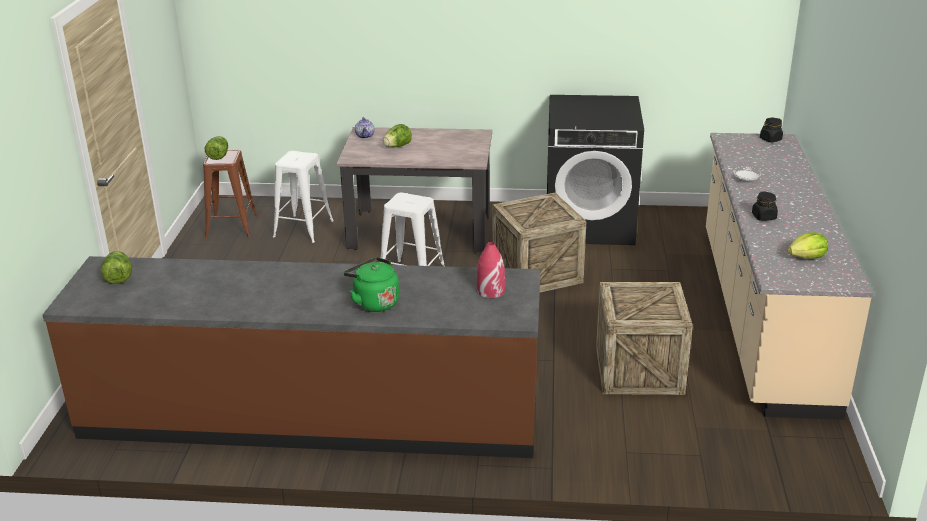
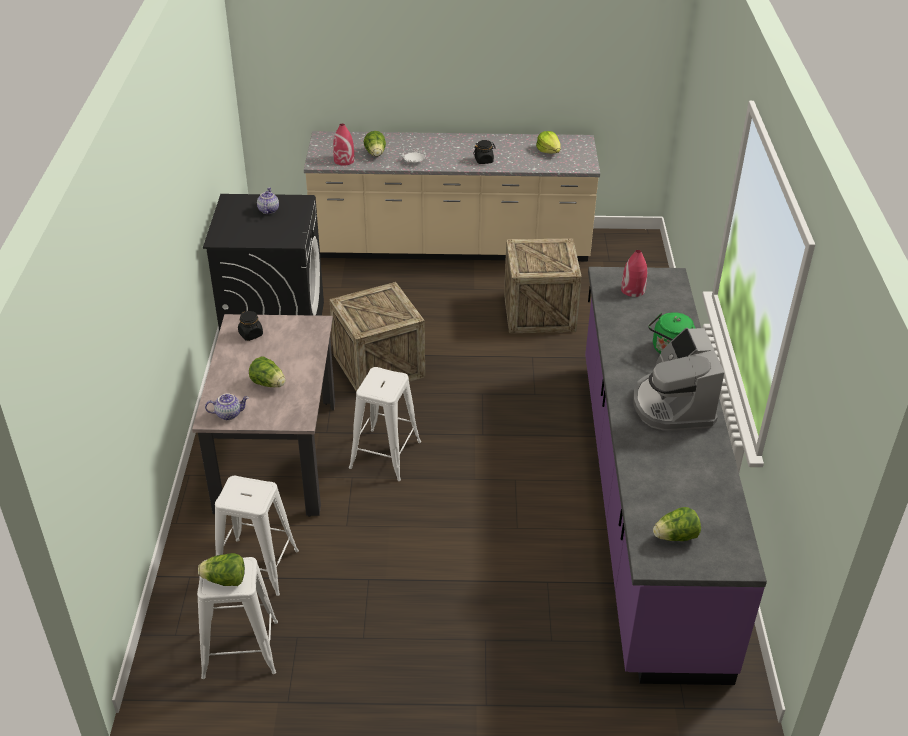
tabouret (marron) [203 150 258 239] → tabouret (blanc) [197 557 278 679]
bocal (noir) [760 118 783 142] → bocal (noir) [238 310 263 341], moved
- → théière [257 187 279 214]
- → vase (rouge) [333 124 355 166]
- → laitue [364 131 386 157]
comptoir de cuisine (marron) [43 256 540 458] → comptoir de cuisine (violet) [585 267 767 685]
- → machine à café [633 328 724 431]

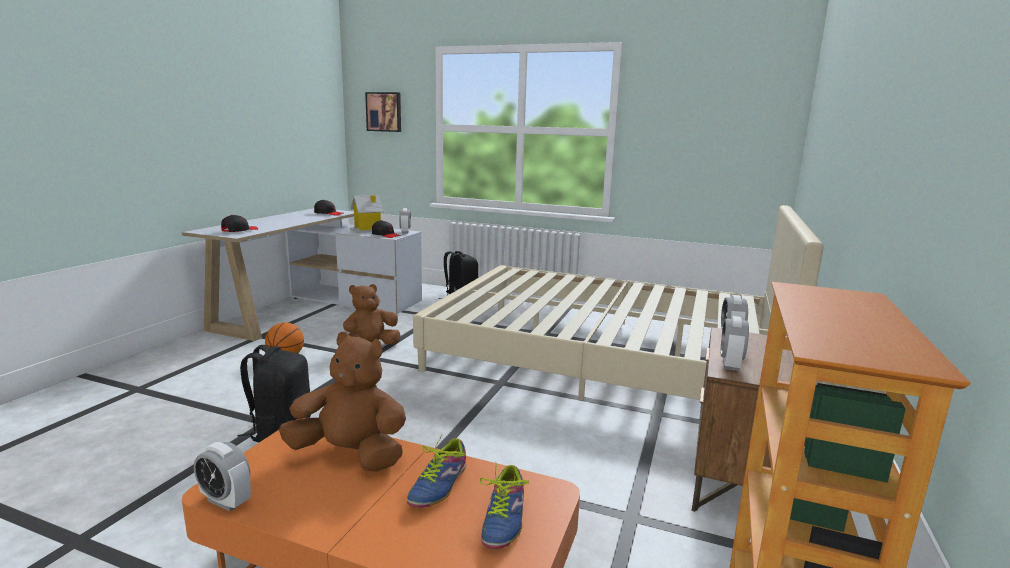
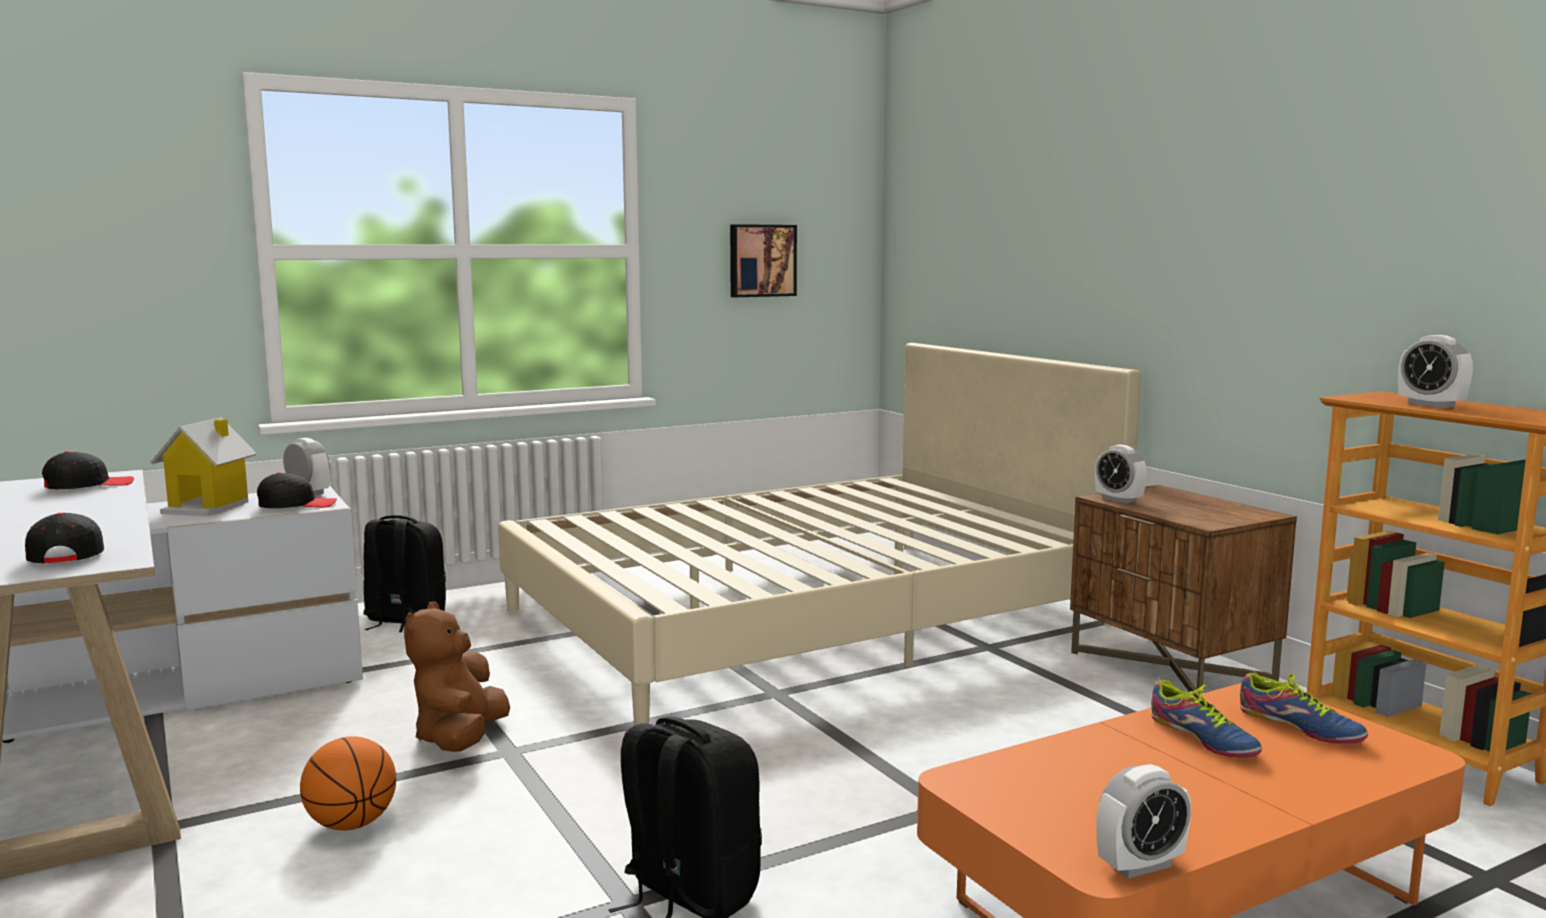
tableau [365 92 401 132] → tableau [730 224 797 297], moved
réveil [721 316 749 371] → réveil [1398 335 1473 408], moved
peluche (marron) [279 331 406 472] → -

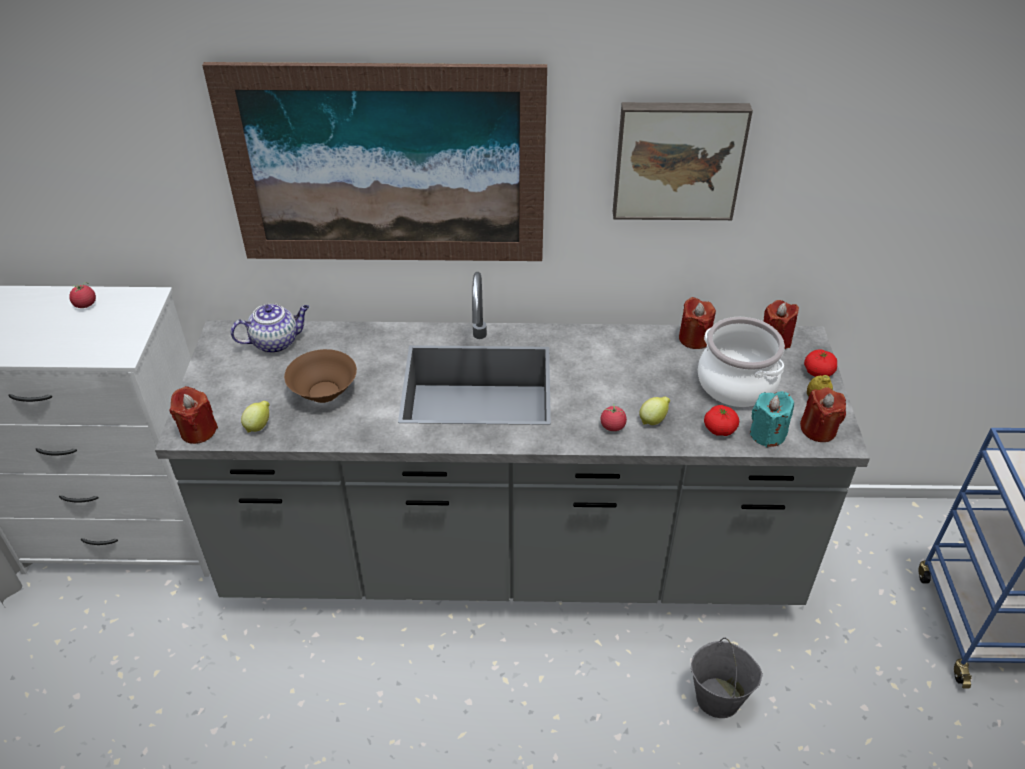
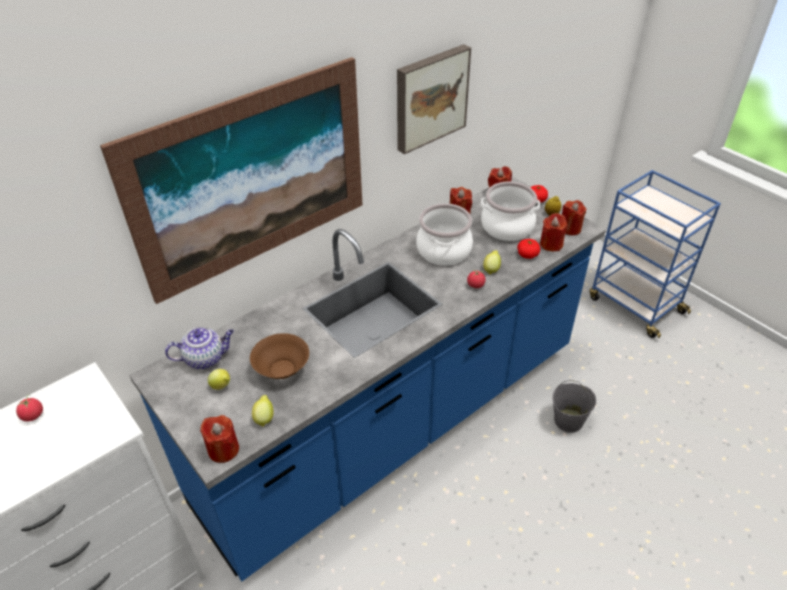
comptoir de cuisine (gris) [155 272 870 605] → comptoir de cuisine (bleu) [129 176 606 581]
théière [231 303 309 353] → théière [165 327 234 370], 45 degrees clockwise
- → citron [208 369 230 390]
- → marmite [416 203 473 266]
bougie (turquoise) [750 391 794 447] → bougie (rouge) [540 213 567 251]

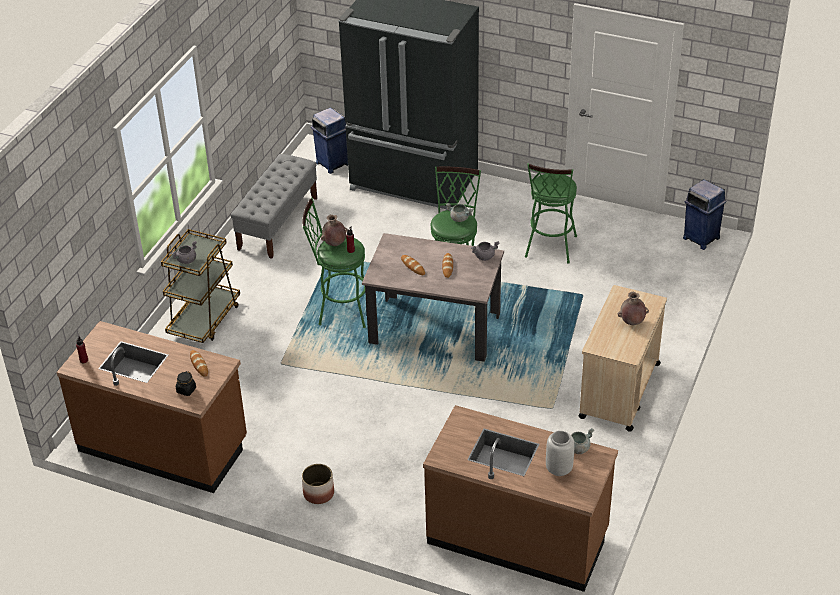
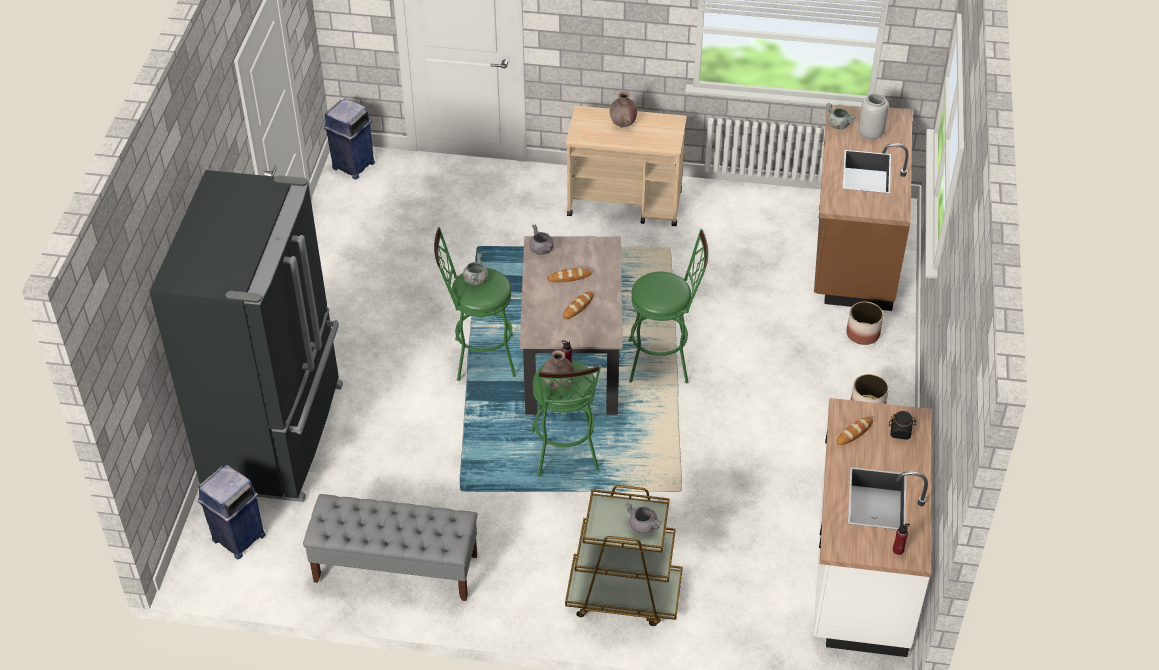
tabouret (vert) [525 164 577 264] → tabouret (vert) [628 229 708 383], moved
comptoir de cuisine (marron) [56 321 247 493] → comptoir de cuisine (blanc) [813 398 931 657]
- → cache-pot [846 302 883 345]

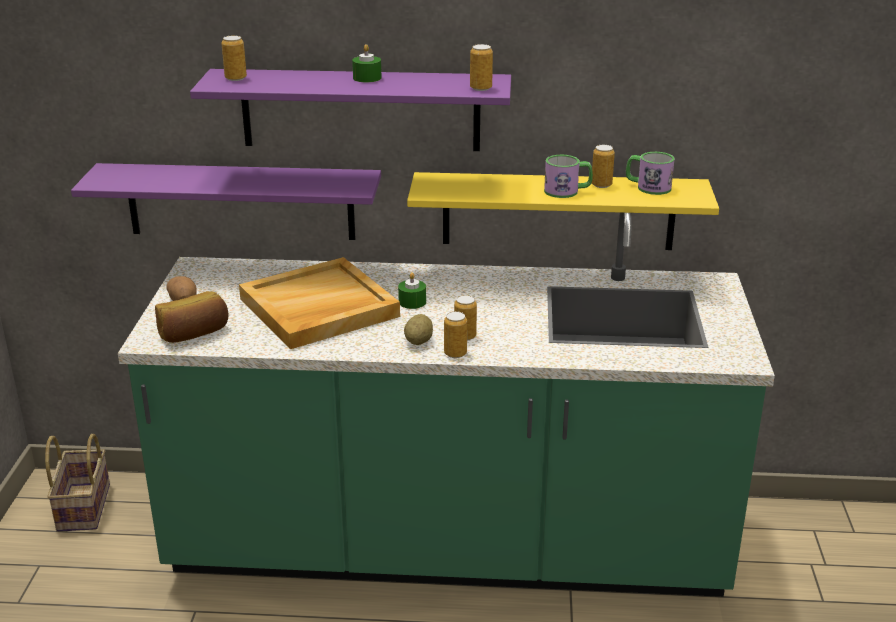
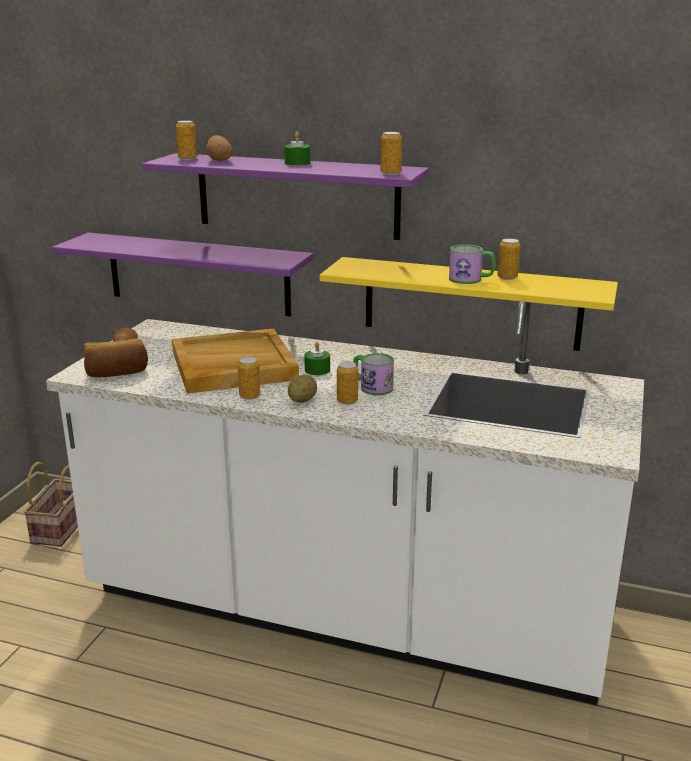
comptoir de cuisine (vert) [118 213 775 597] → comptoir de cuisine (blanc) [46 301 644 705]
- → pomme de terre [206 135 233 161]
boîte métallique [444 311 467 358] → boîte métallique [238 357 260 400], moved
mug [626 152 675 195] → mug [353 353 394 395], moved

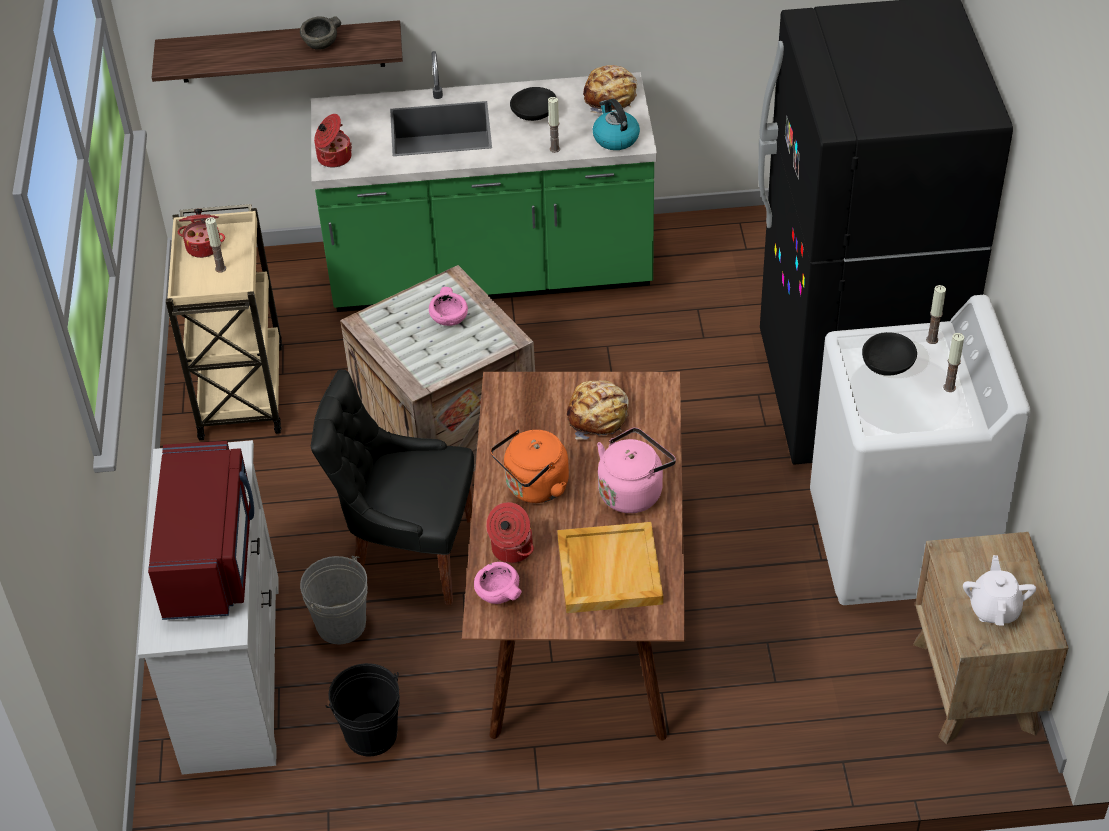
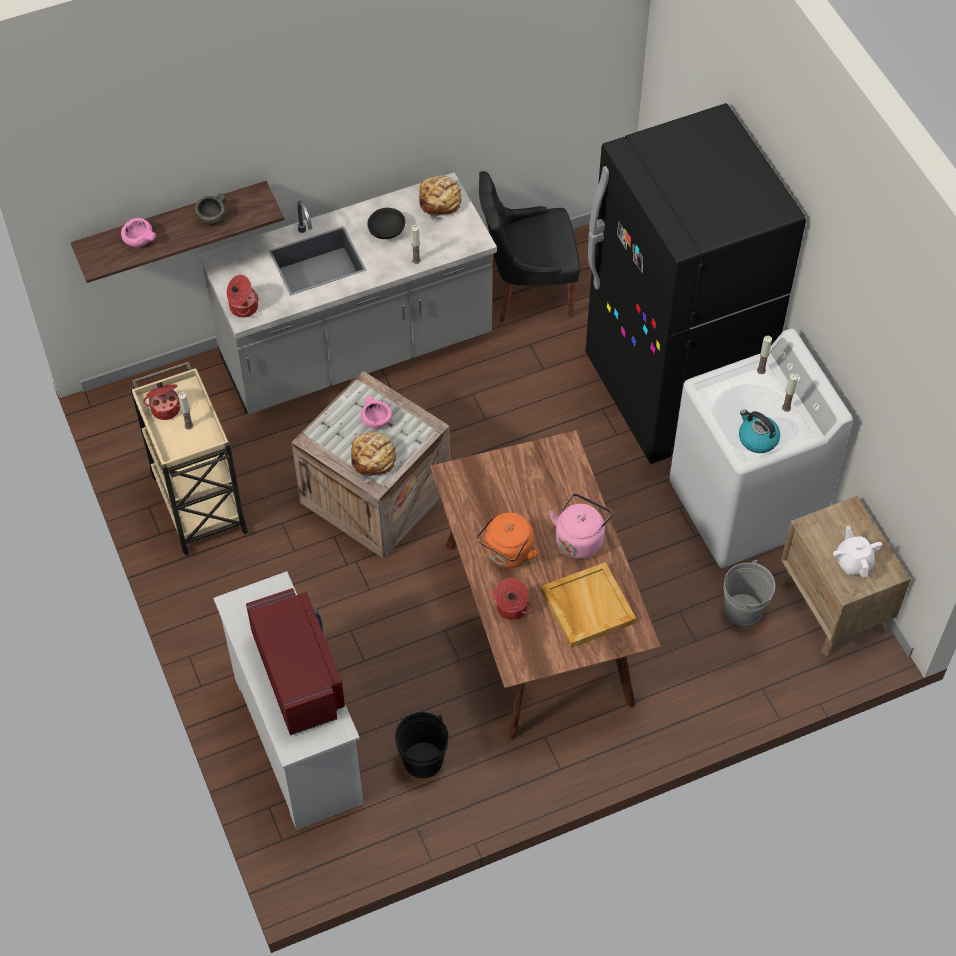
bol (rose) [474 562 522 604] → bol (rose) [121 218 156 247], moved
comptoir de cuisine (vert) [311 51 657 312] → comptoir de cuisine (gris) [199 172 497 414]
pain [567 380 629 440] → pain [351 432 396 482], moved
chaise (noir) [311 370 474 605] → chaise (noir) [479 171 580 323], moved
seau (gris) [300 556 368 644] → seau (gris) [724 560 775 627], moved
bouilloire [593 99 640 150] → bouilloire [739 409 780 453], moved
bol (noir) [862 332 917 376] → -

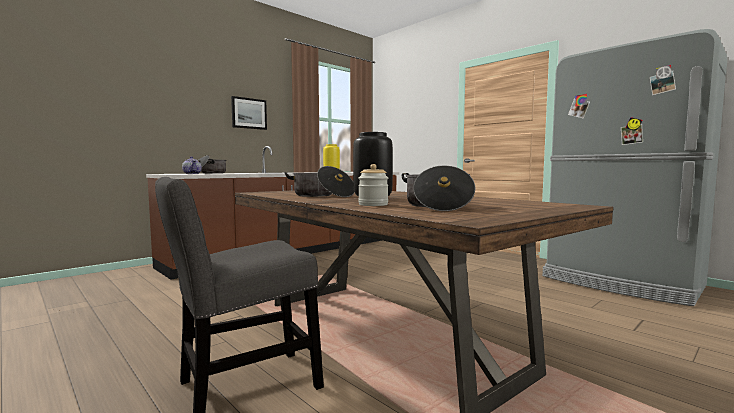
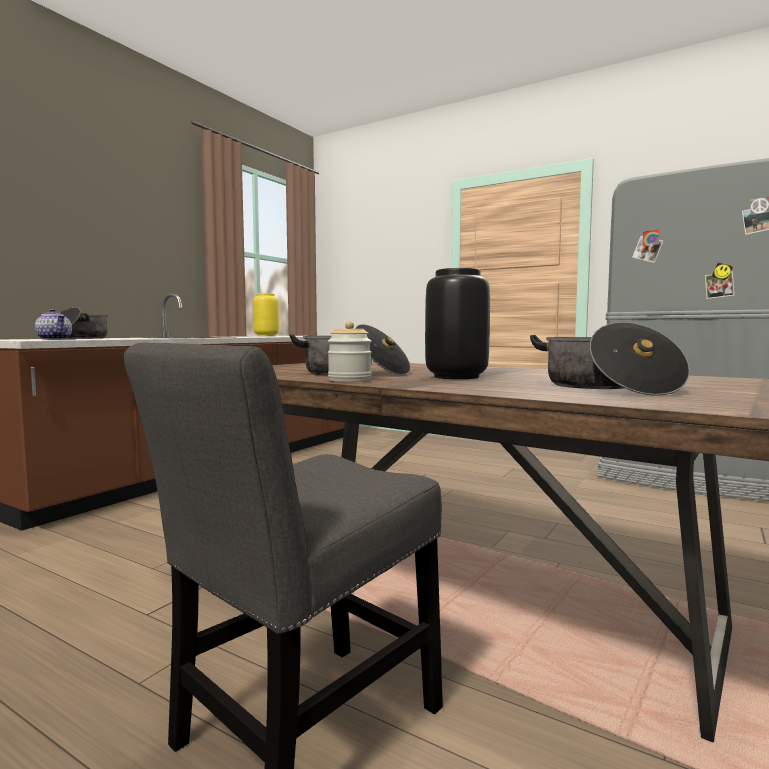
bocal [358 164 388 206] → bocal [328 321 372 382], moved
tableau [231 96 267 130] → -

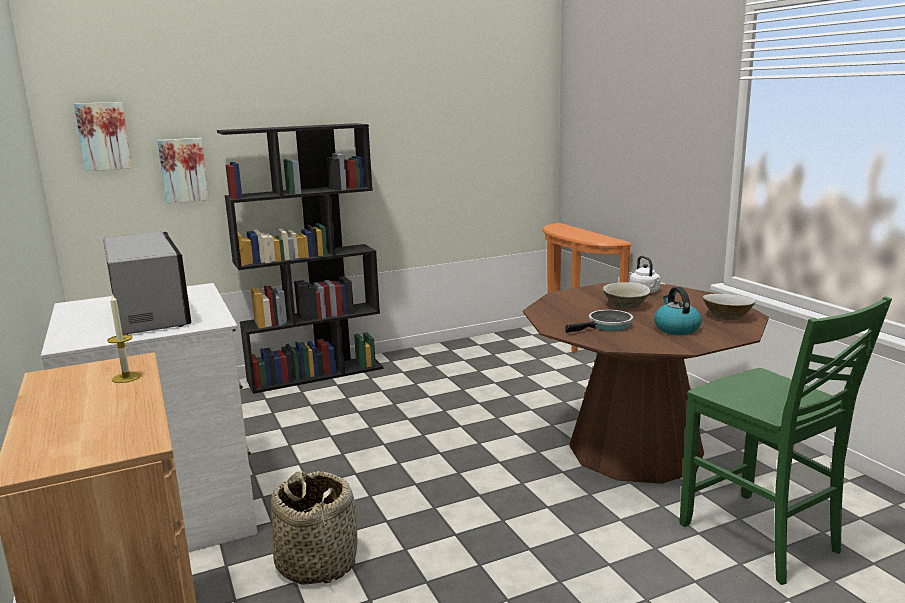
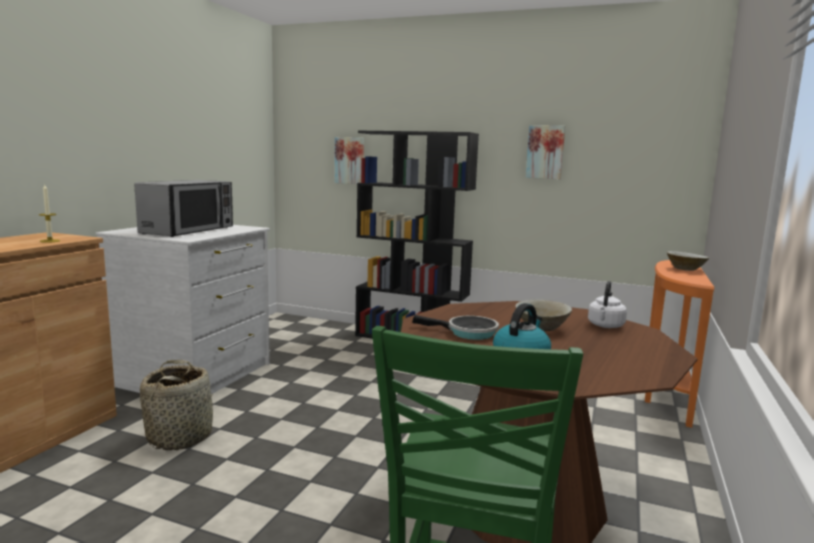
tableau [74 102 132 171] → tableau [526 125 565 179], moved
bol (beige) [703 294 756 320] → bol (beige) [667 251 709 271], moved

